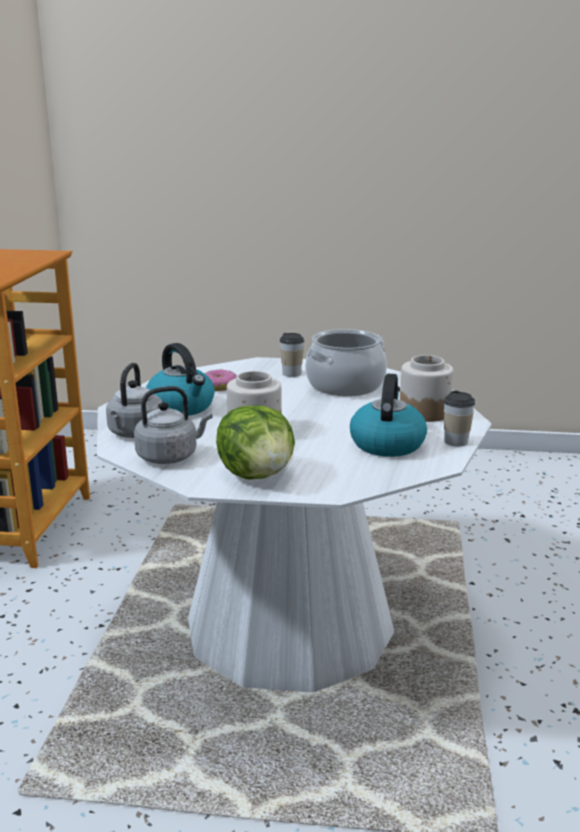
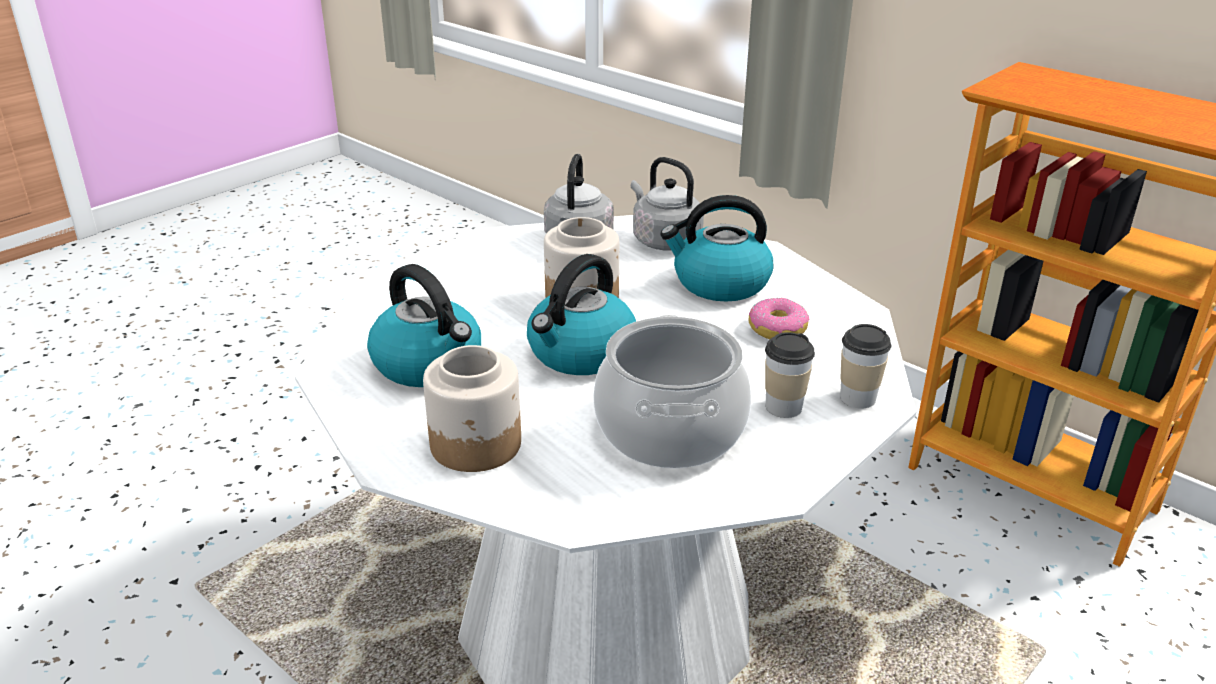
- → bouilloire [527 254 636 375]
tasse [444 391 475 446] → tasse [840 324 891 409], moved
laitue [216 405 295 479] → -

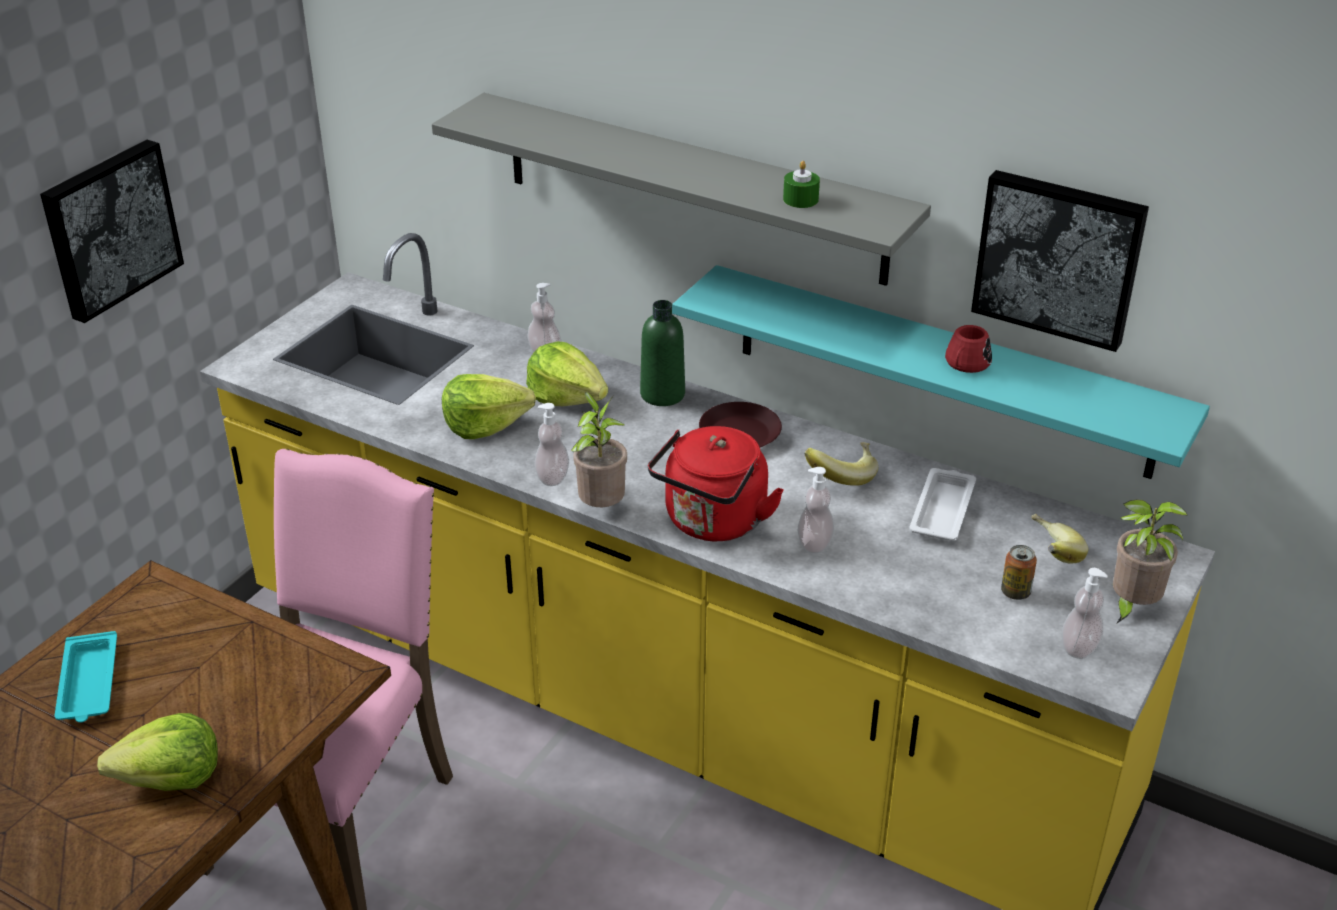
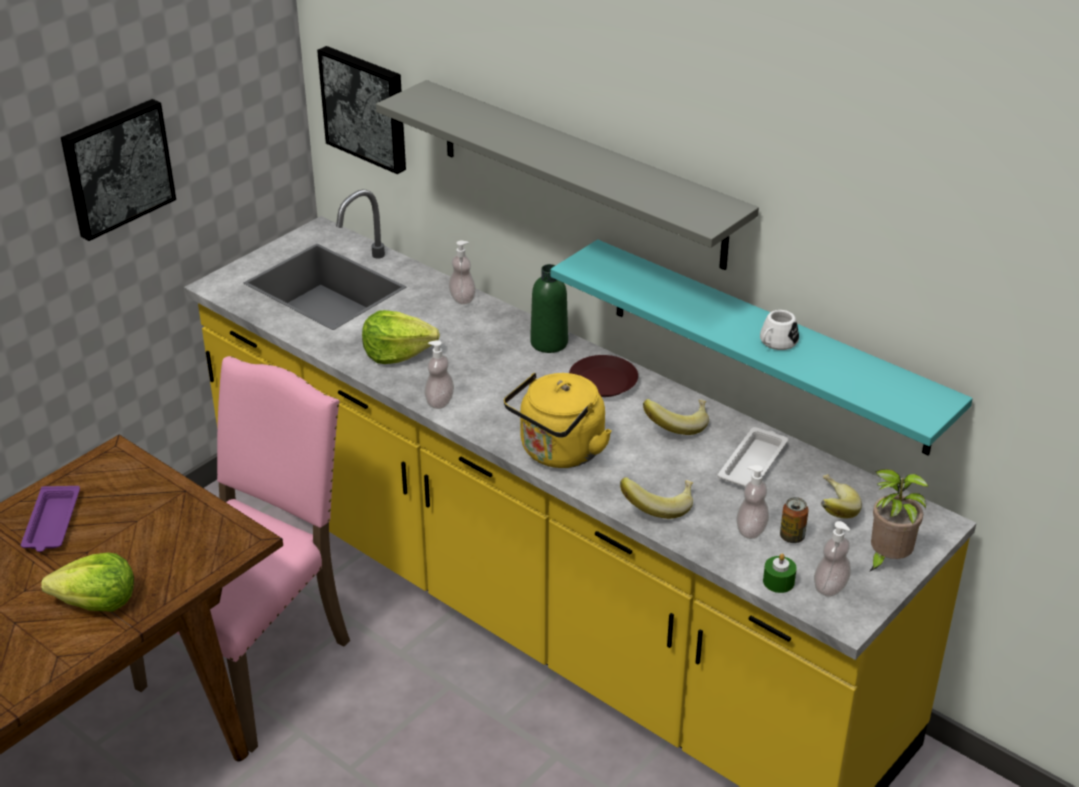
plateau (turquoise) [55 631 117 723] → plateau (violet) [21 486 80 552]
tableau [971 170 1149 352] → tableau [317 46 406 174], moved
bouilloire (rouge) [648 426 784 541] → bouilloire (jaune) [504 373 612 468]
- → banane [620 477 693 519]
distributeur de savon [798 467 834 553] → distributeur de savon [736 465 769 539], moved
mug (rouge) [945 325 992 373] → mug (blanc) [760 310 799 350]
bougie (vert) [783 161 820 208] → bougie (vert) [763 554 797 593], moved
laitue [526 341 608 406] → -
plante en pot [571 392 627 507] → -

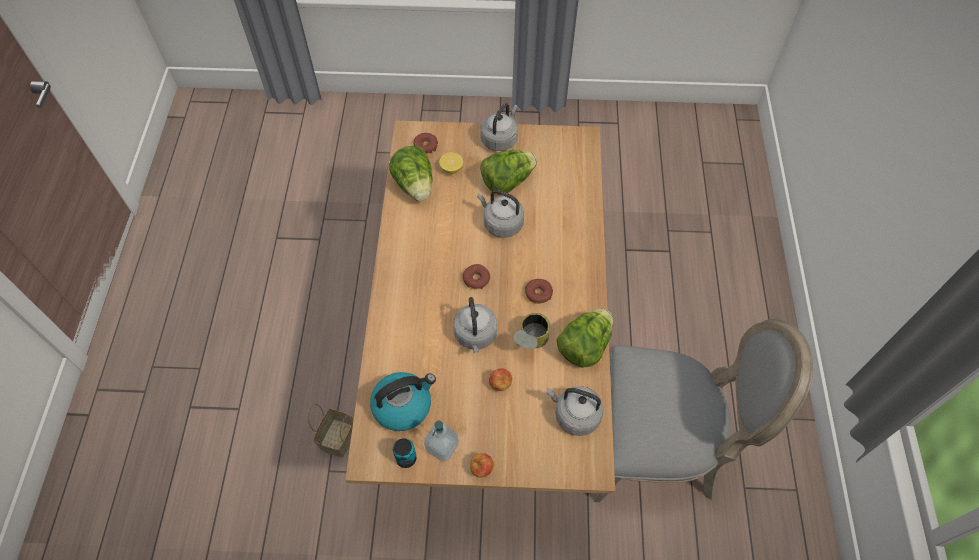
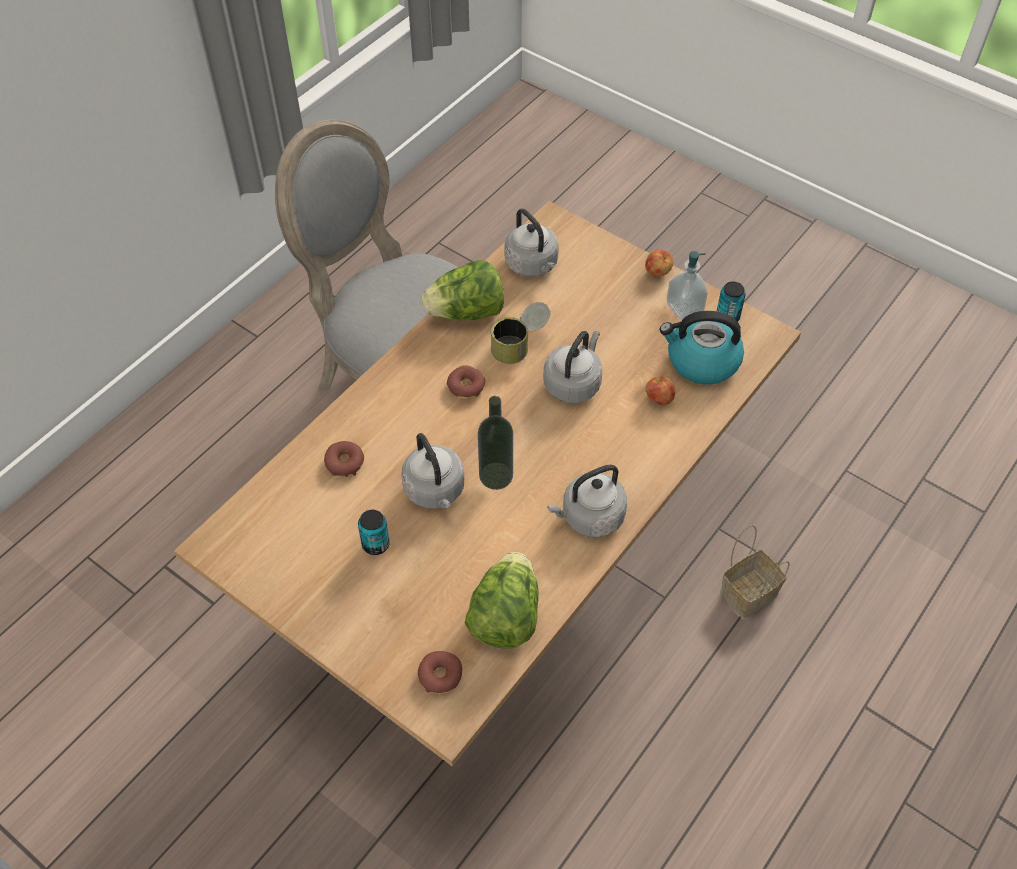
beignet [463 264 490 290] → beignet [324 441 364 477], moved
laitue [480 150 537 195] → boîte métallique [358 510 390 555]
- → bouteille [478 396 513 490]
bouilloire (gris) [480 103 518 151] → bouilloire (gris) [547 465 627 537], moved
pomme [489 368 512 391] → pomme [646 376 675 405], moved
citron [439 152 463 174] → -

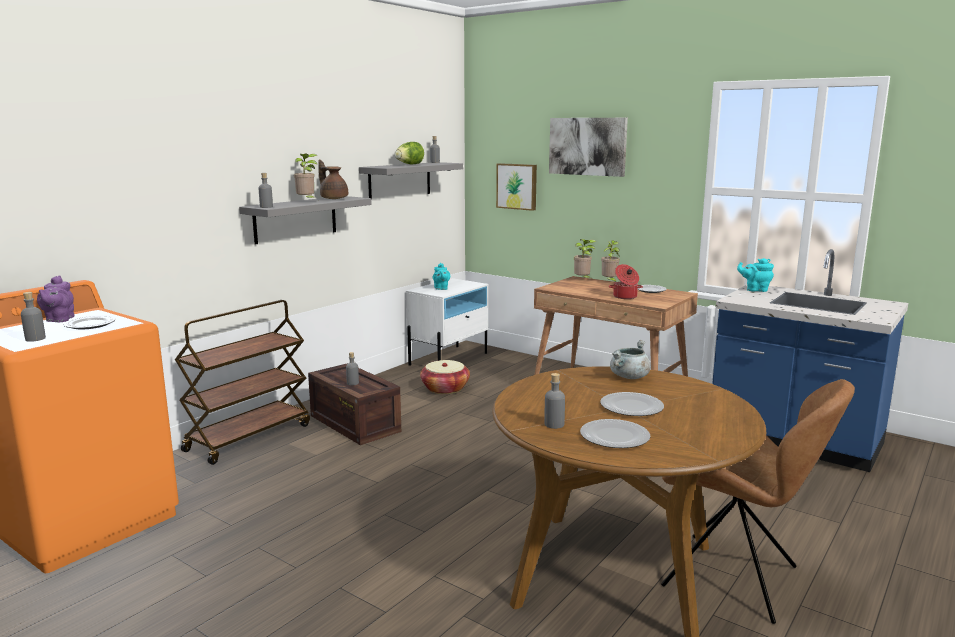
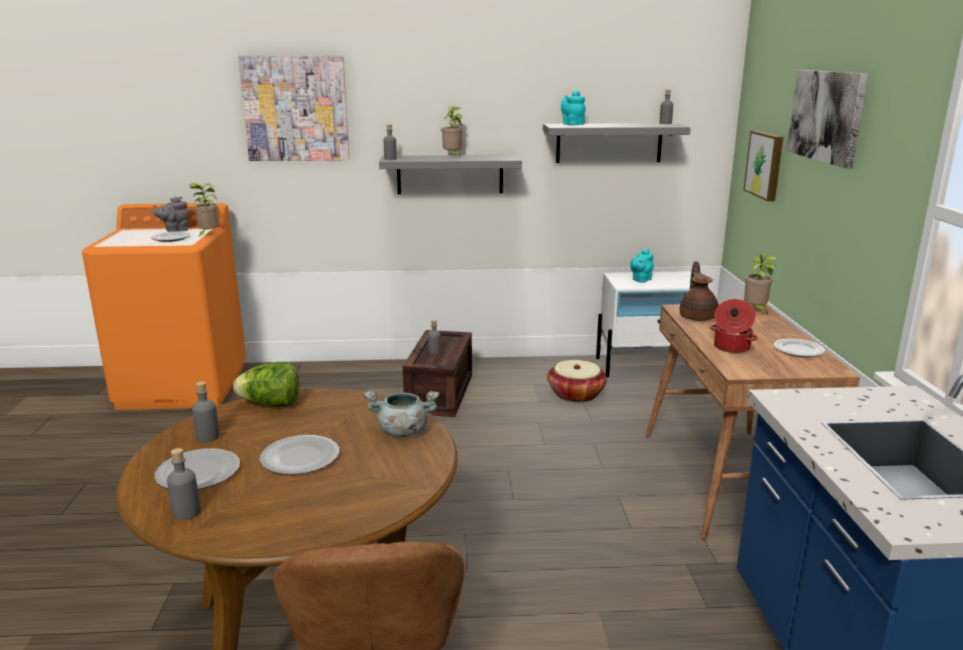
théière (violet) [37 275 74 322] → théière (gris) [152 197 189 232]
bouteille (gris) [21 292 46 342] → bouteille (gris) [167 448 201 520], moved
plante en pot [601 240 620 282] → plante en pot [190 183 219 237], moved
laitue [395 142 424 164] → laitue [233 362 299 407], moved
- → tableau [238 56 350 161]
théière (turquoise) [737 258 774 292] → théière (turquoise) [561 91 586 125], moved
théière (marron) [318 160 348 199] → théière (marron) [680 261 718 321], moved
chariot (marron) [175 300 310 465] → -

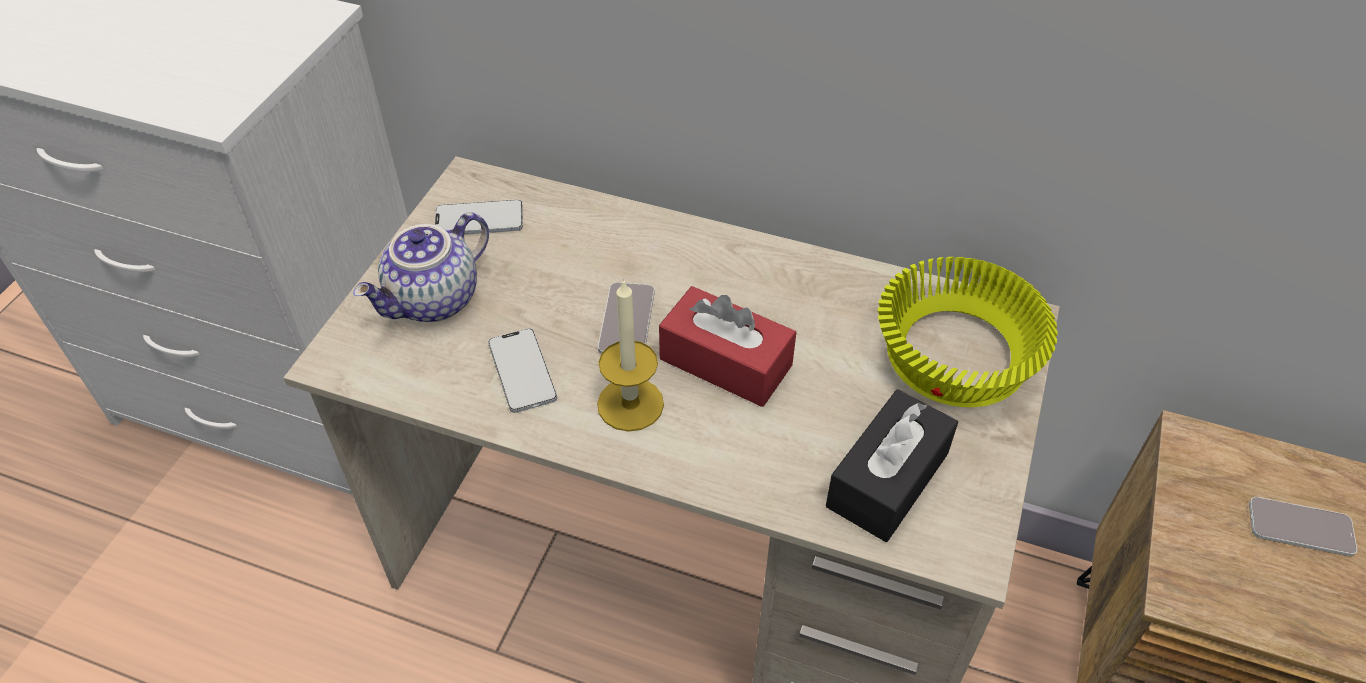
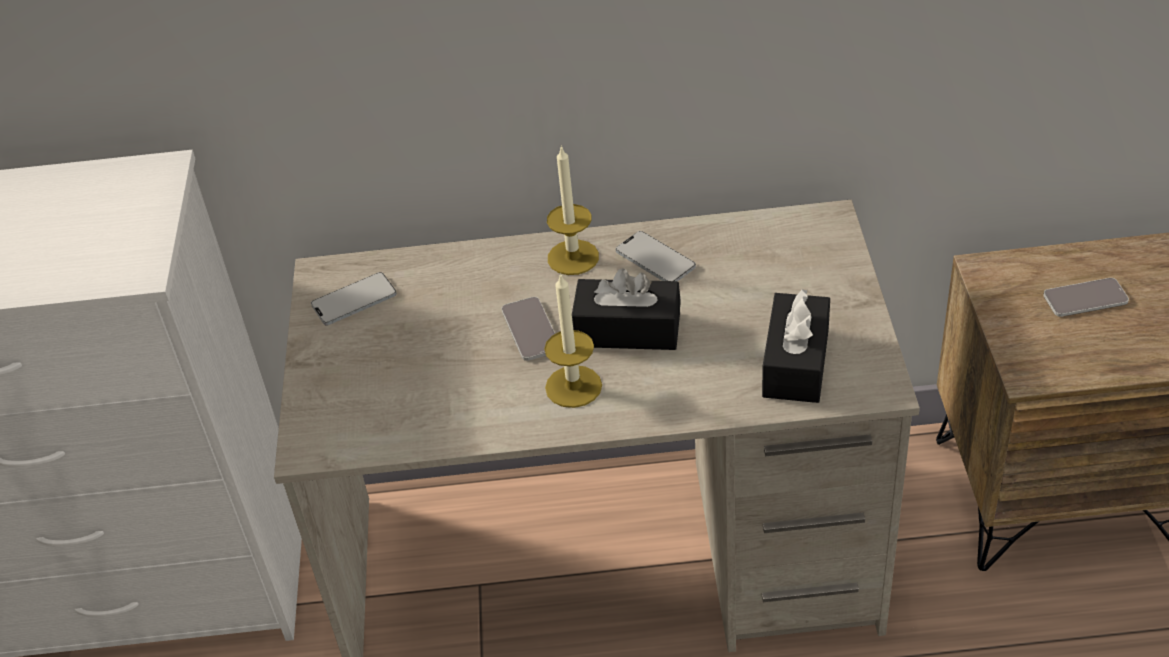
- → bougie [547 145 599 275]
boîte à mouchoirs (rouge) [659 286 796 407] → boîte à mouchoirs (noir) [572 268 681 350]
téléphone [488 328 557 413] → téléphone [616 231 696 281], moved
théière [353 212 489 322] → -
bol (jaune) [878 257 1058 407] → -

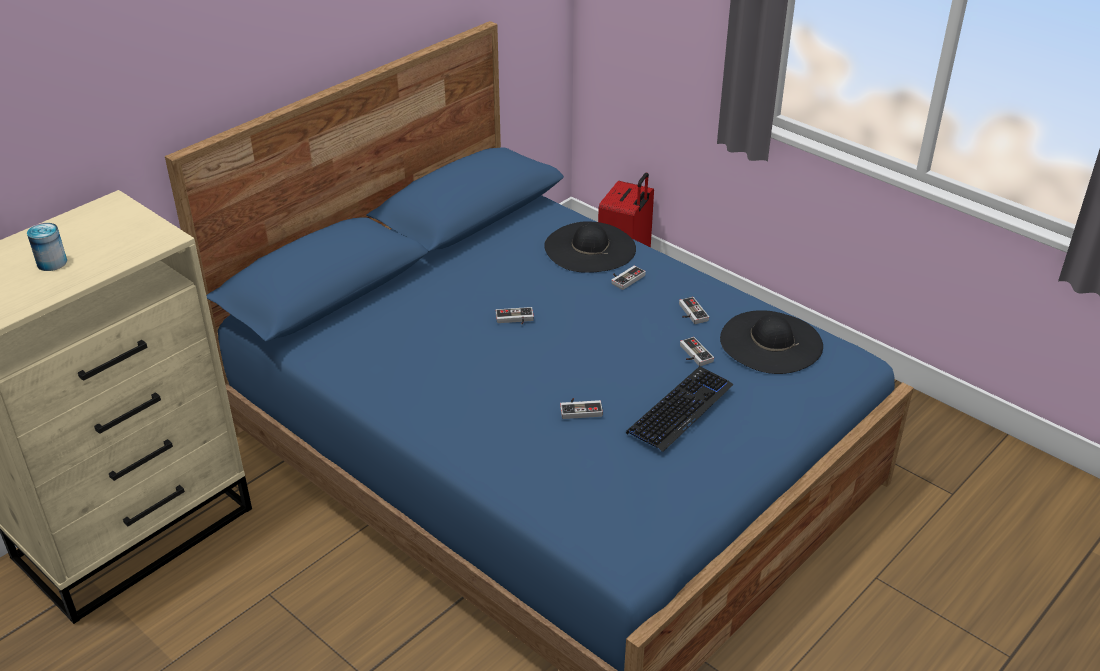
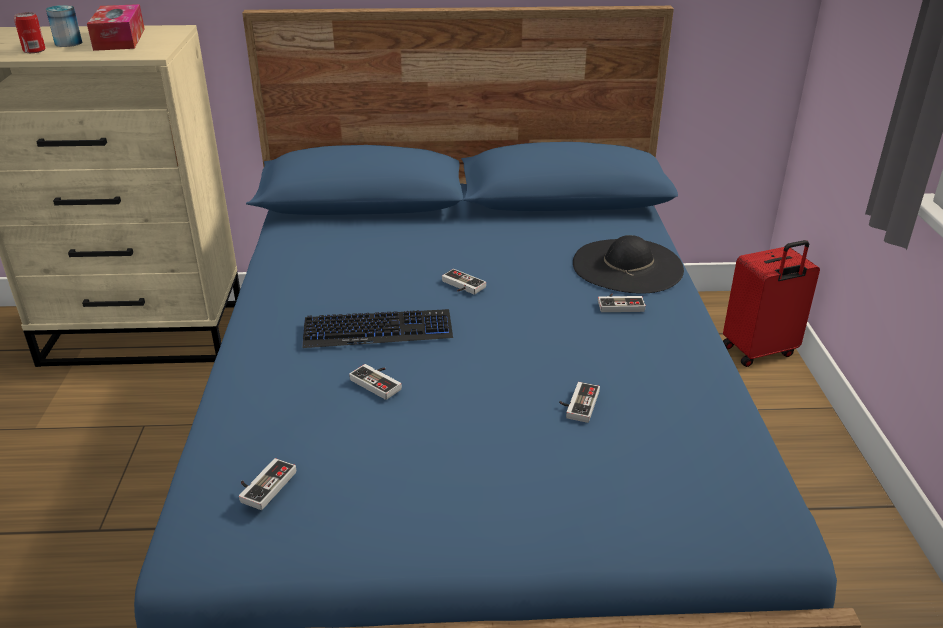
- → boîte métallique [14 12 45 53]
- → boîte à mouchoirs [87 4 145 51]
manette [679 297 709 324] → manette [239 458 296 510], moved
clavier [626 366 733 452] → clavier [302 309 453 348], moved
chapeau (noir) [720 310 823 374] → -

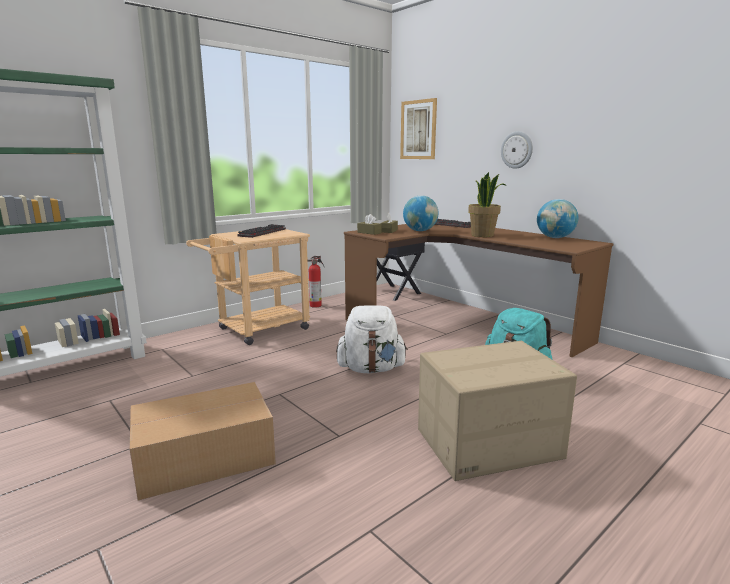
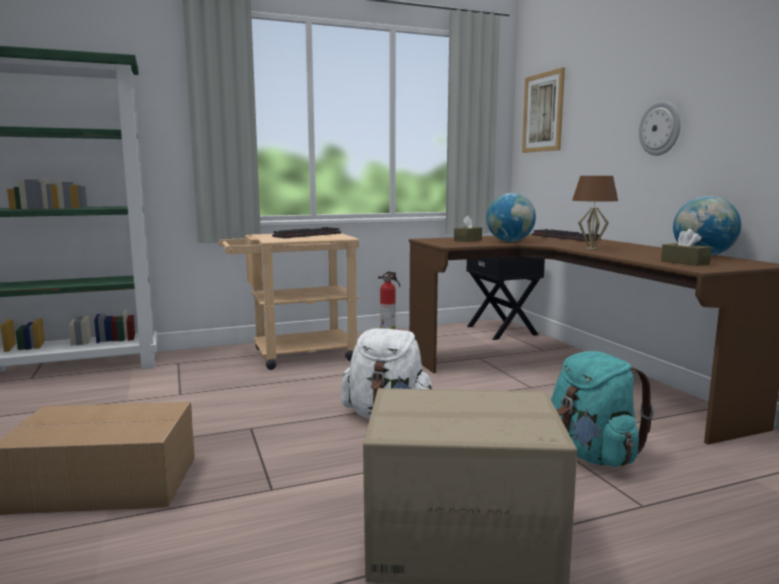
plante en pot [468 172 507 237] → lampe de table (marron) [572 176 618 250]
boîte à mouchoirs (marron) [357 214 382 235] → boîte à mouchoirs (marron) [661 229 712 266], moved

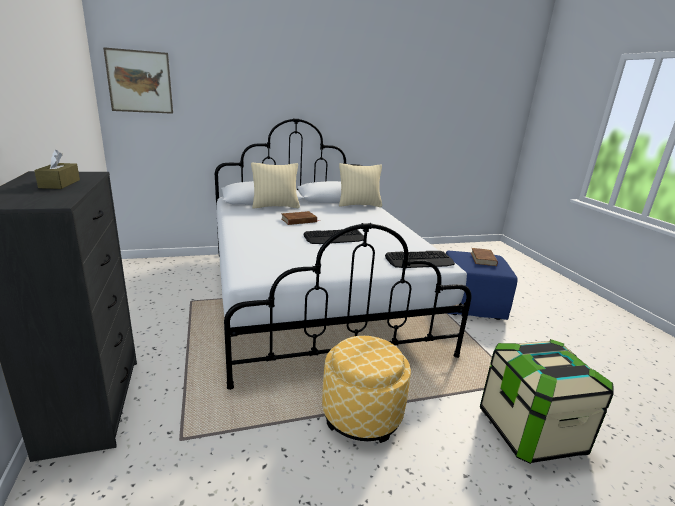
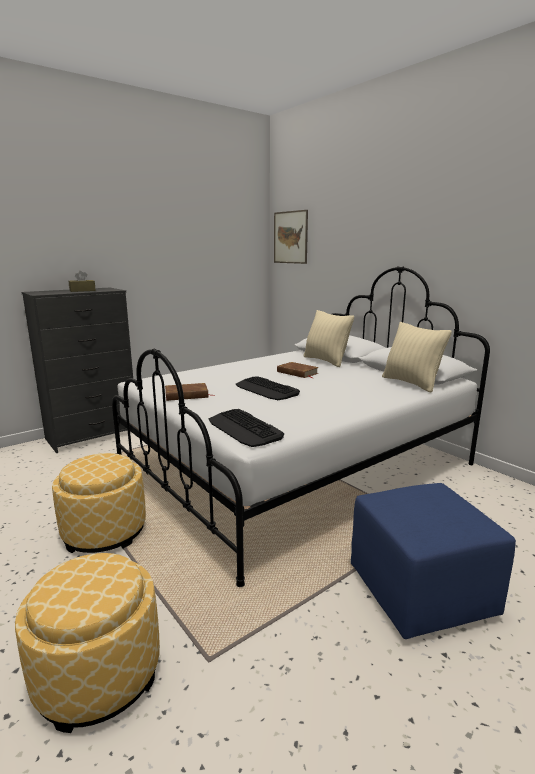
boîte de rangement [480 339 614 464] → pouf [15 553 160 733]
livre (marron) [471 248 498 266] → livre (marron) [165 383 215 401], moved

